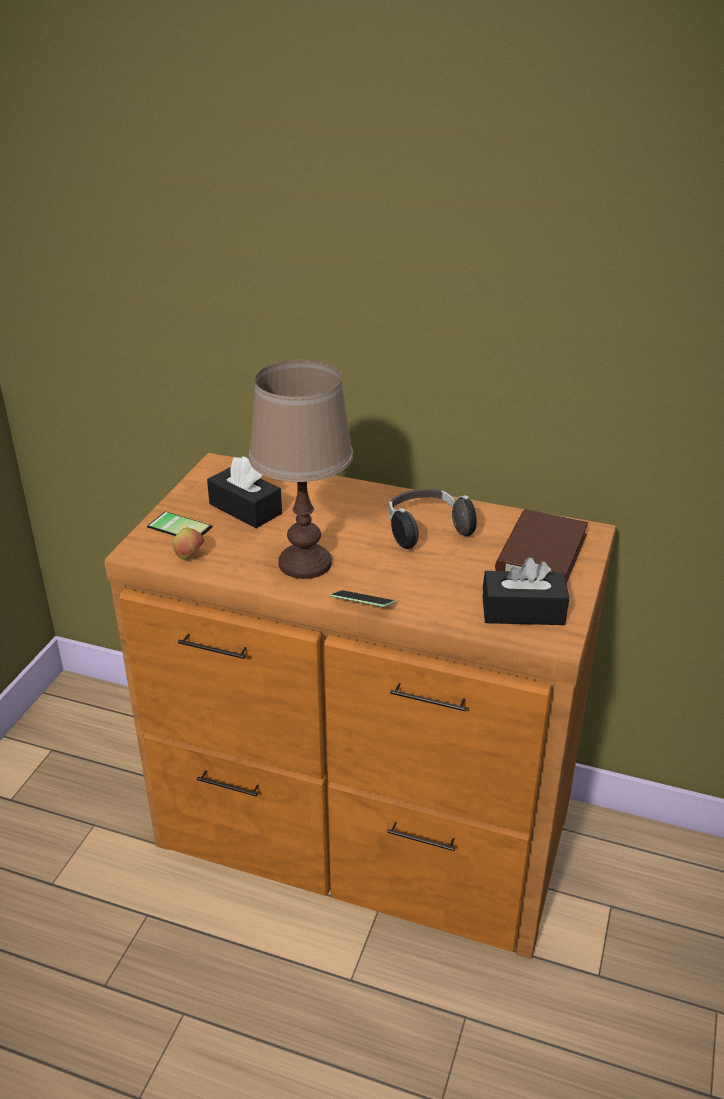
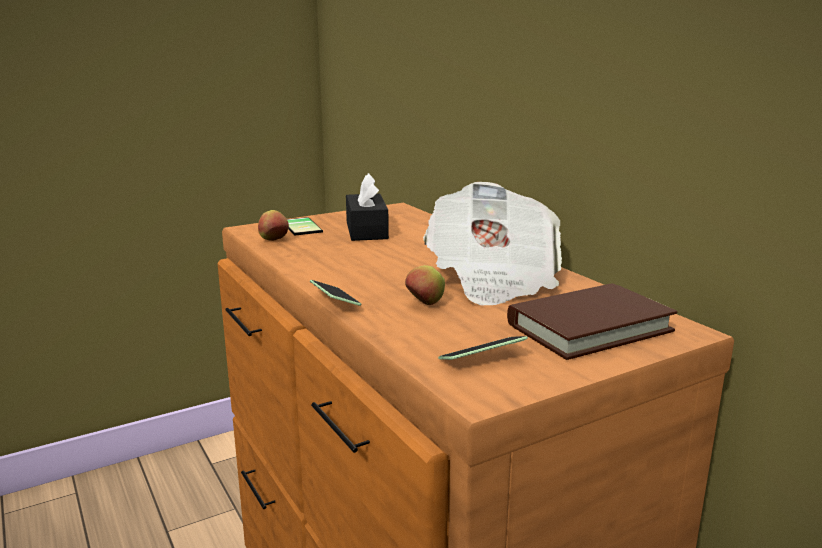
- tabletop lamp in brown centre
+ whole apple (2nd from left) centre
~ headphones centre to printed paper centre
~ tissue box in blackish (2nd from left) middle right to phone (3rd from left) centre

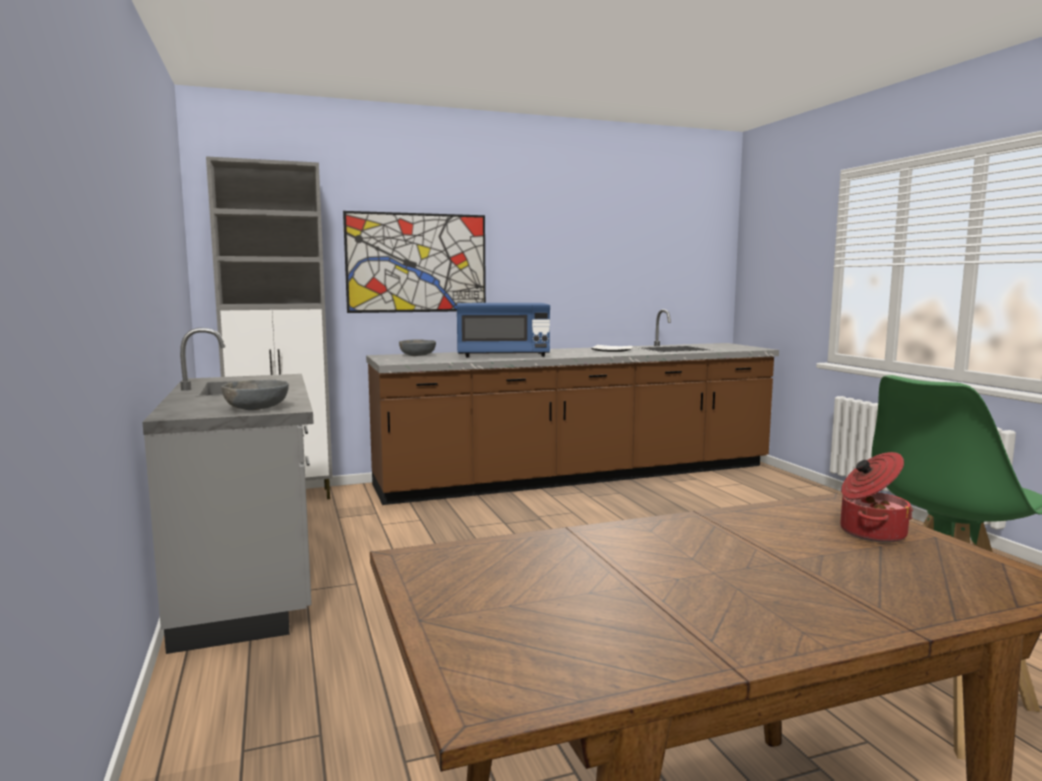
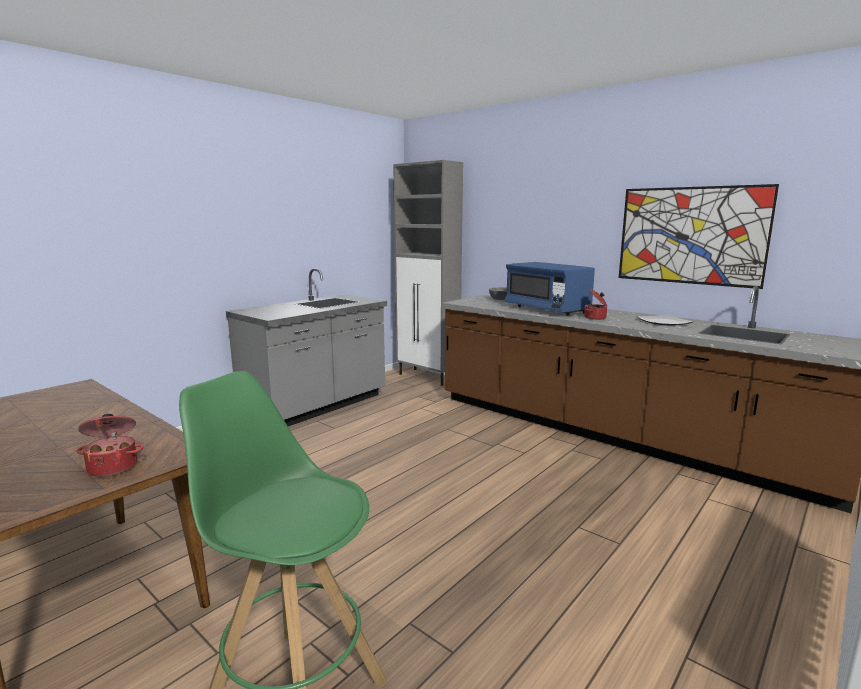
- deep dish in gray (1st from left) middle left
+ saucepot (2nd from left) middle right
~ wall picture centre to middle right

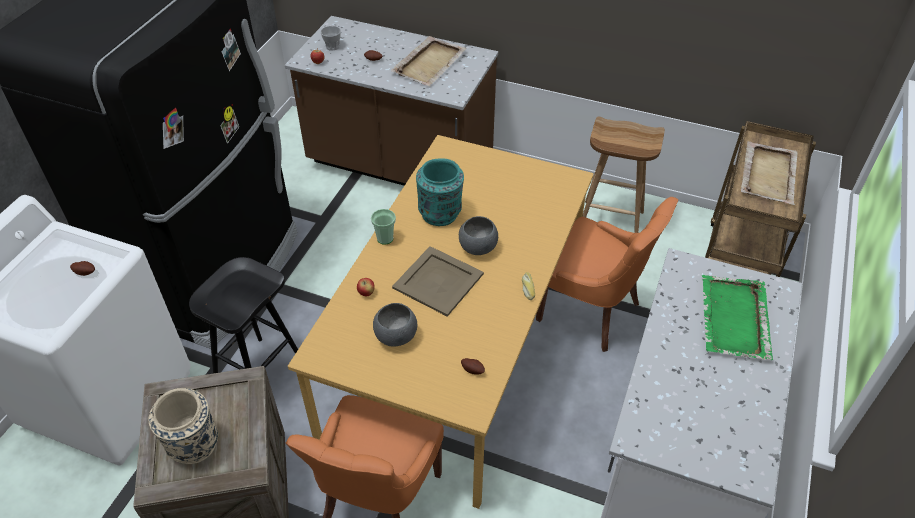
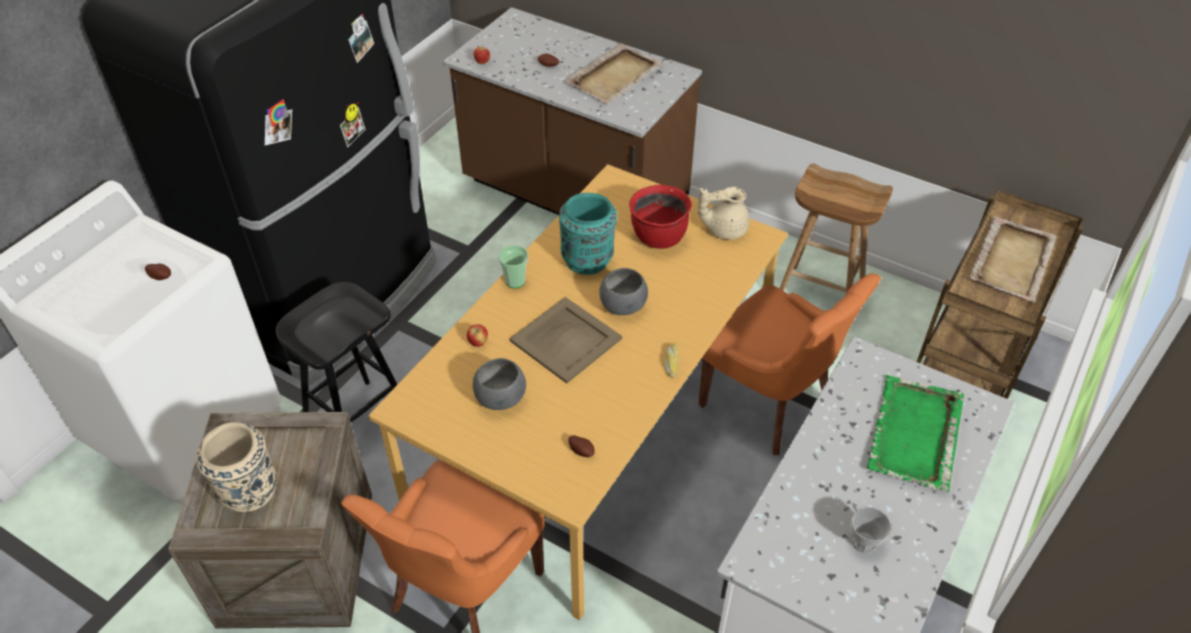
+ saucepot in red centre
+ teapot in sand-coloured centre
~ cup (1st from left in the first image) top centre to cup (2nd from left) bottom right

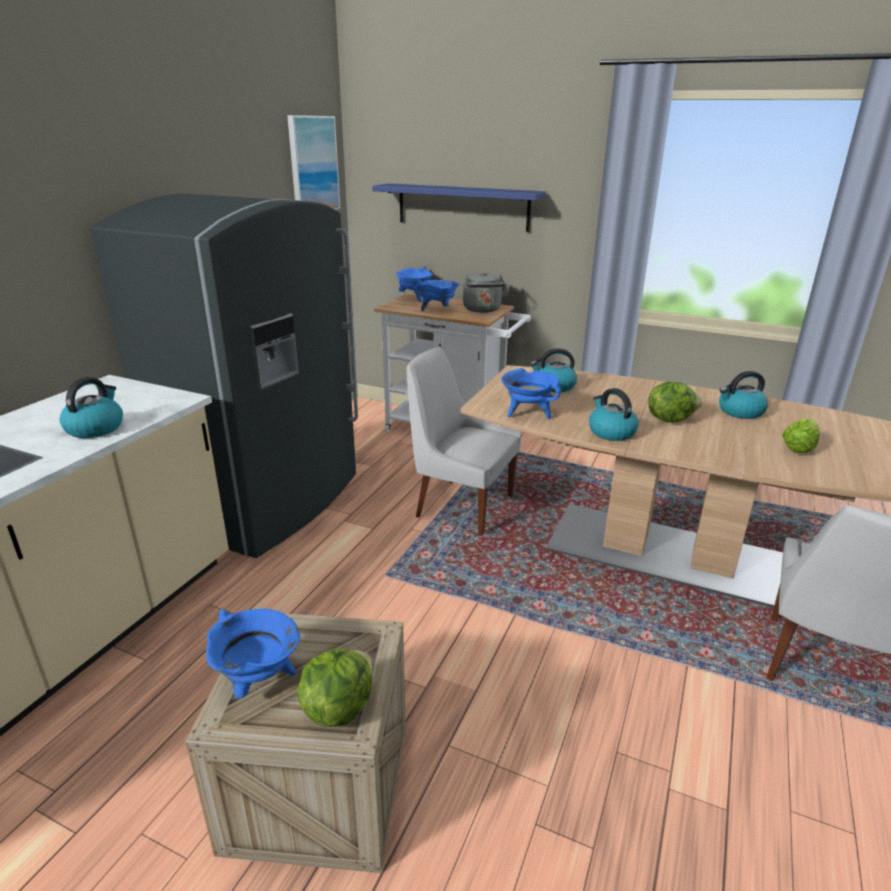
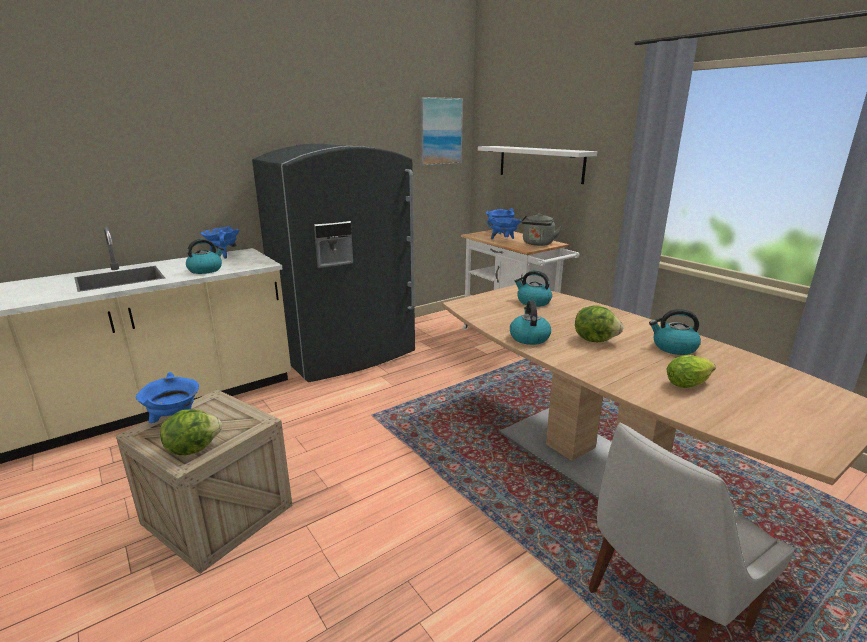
- plain chair in whitish (1st from left) centre
~ saucepot in bluish (4th from left in the first image) centre to saucepot in bluish (2nd from left) middle left
~ shelf in bluish top centre to shelf in whitish top centre

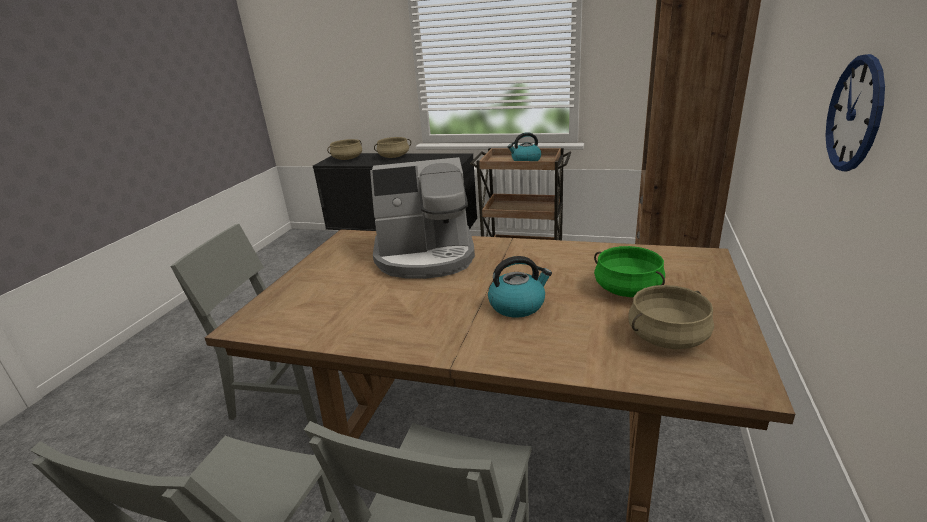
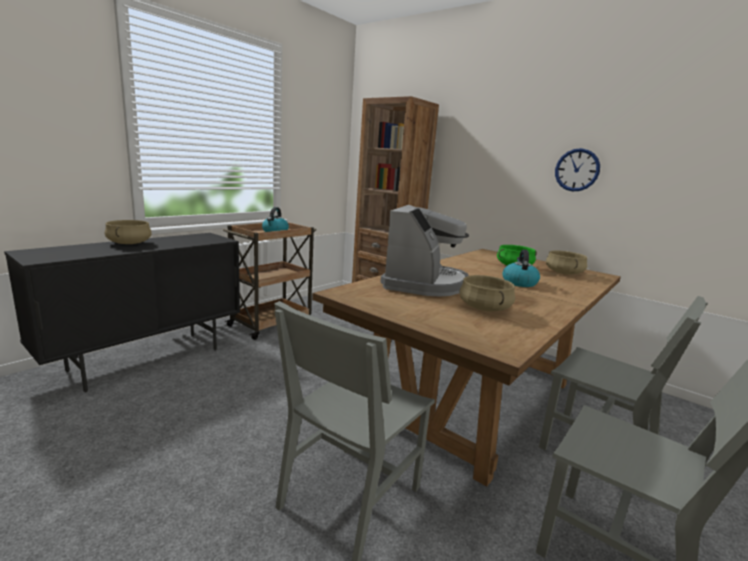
~ saucepot in sand-coloured (1st from left in the first image) top centre to saucepot in sand-coloured (2nd from left) centre

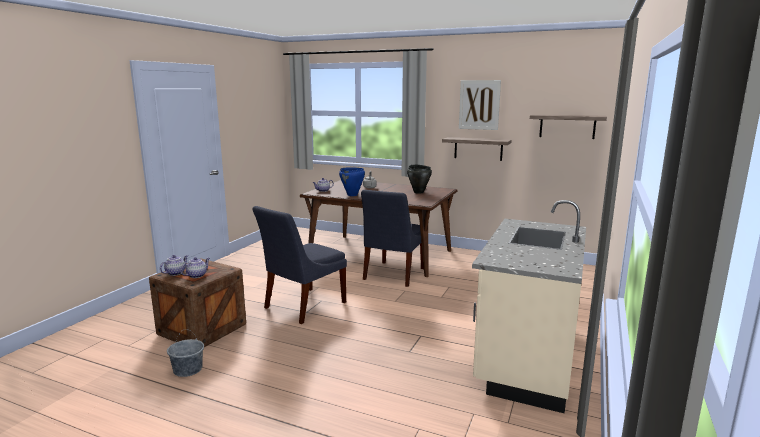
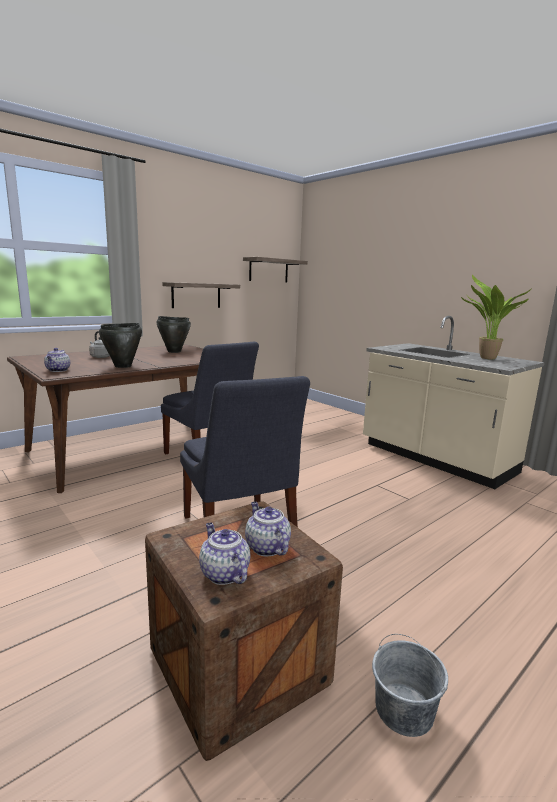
- wall picture top centre
+ houseplant middle right
~ saucepot in bluish centre to saucepot in blackish (1st from left) middle left

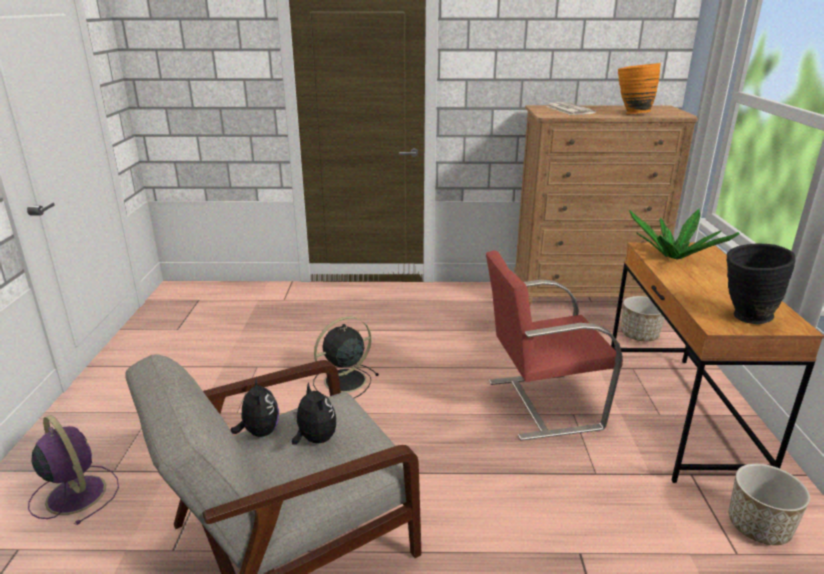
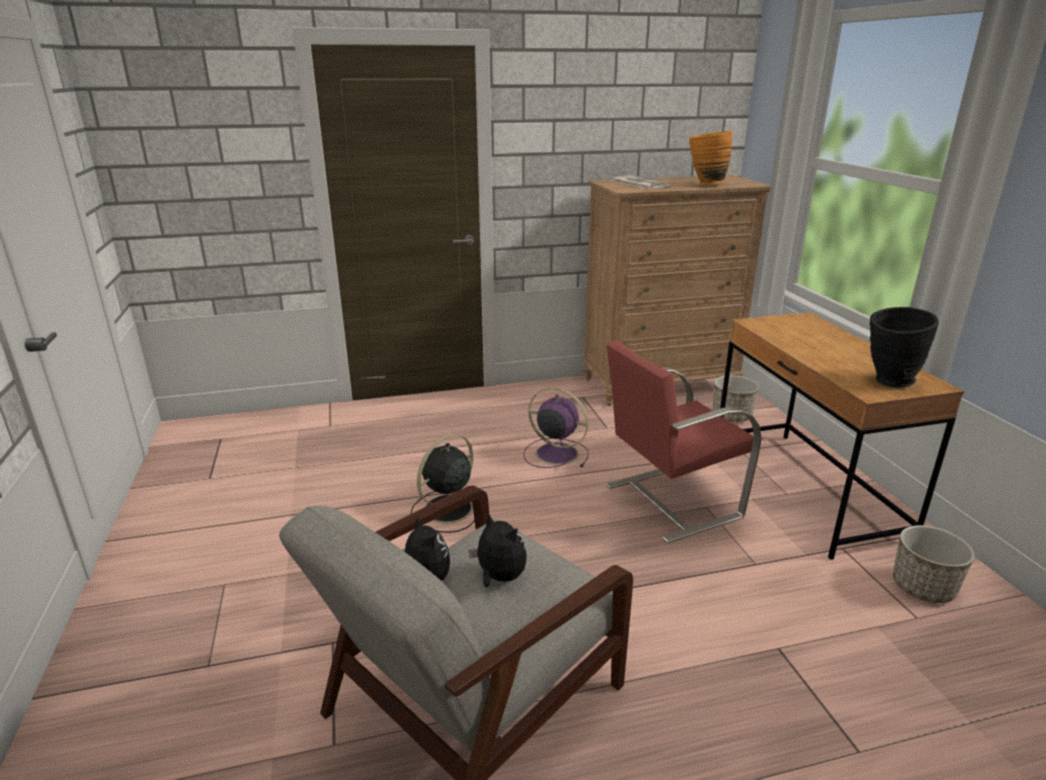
- houseplant middle right
~ cooling fan in purple-coloured bottom left to centre

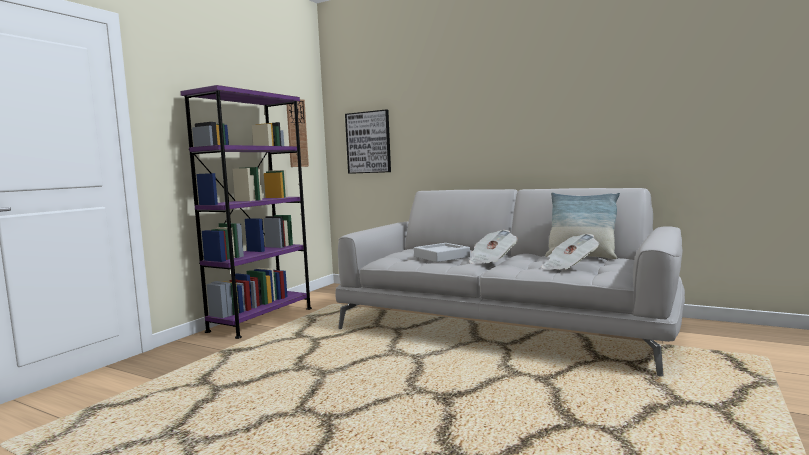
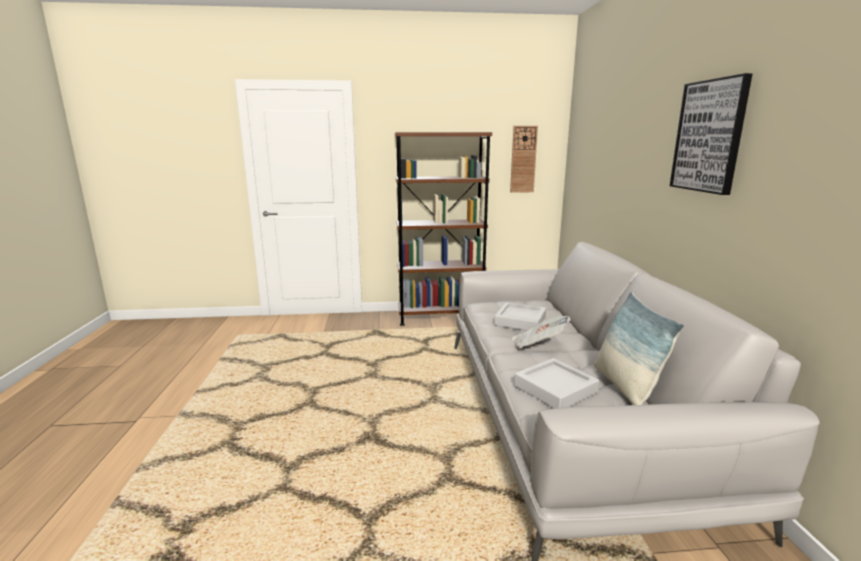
~ wall picture top centre to top right
~ printed paper (2nd from left) middle right to carrying tray in gray (2nd from left) bottom centre
~ bookcase in purple-coloured middle left to bookcase in brown centre

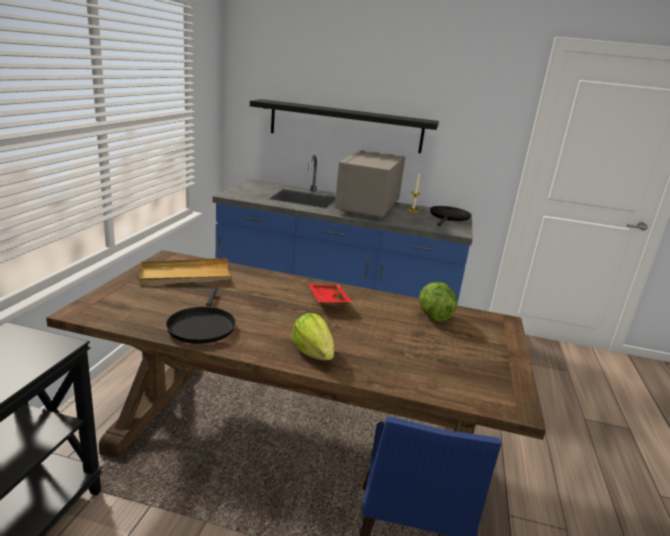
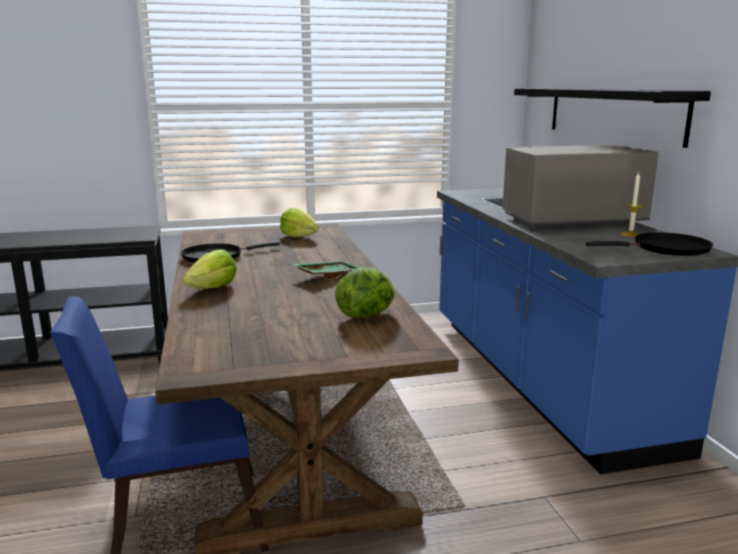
~ carrying tray in sand-coloured middle left to lettuce (2nd from left) centre
~ carrying tray in red centre to carrying tray in green-coloured centre

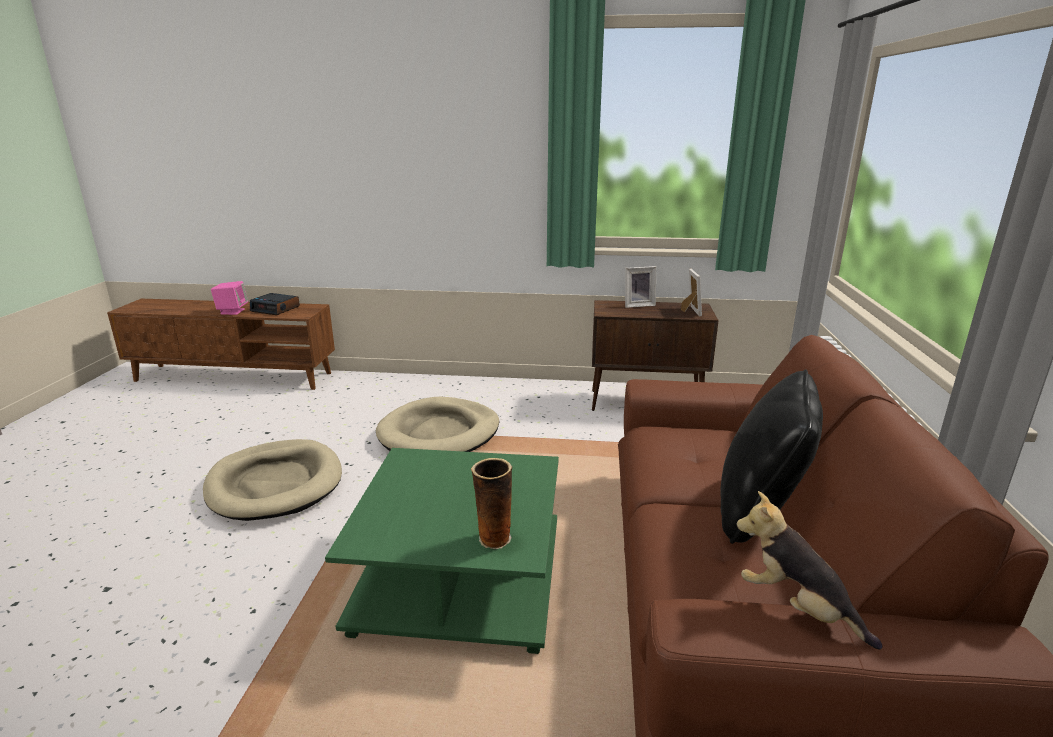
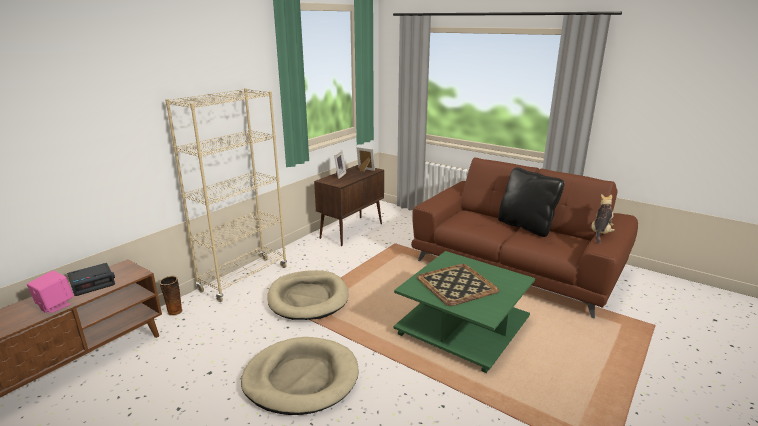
+ bookcase in sand-coloured middle left
+ carrying tray bottom centre
~ decorative vase bottom centre to bottom left
~ plush toy bottom right = middle right 135 degrees clockwise

